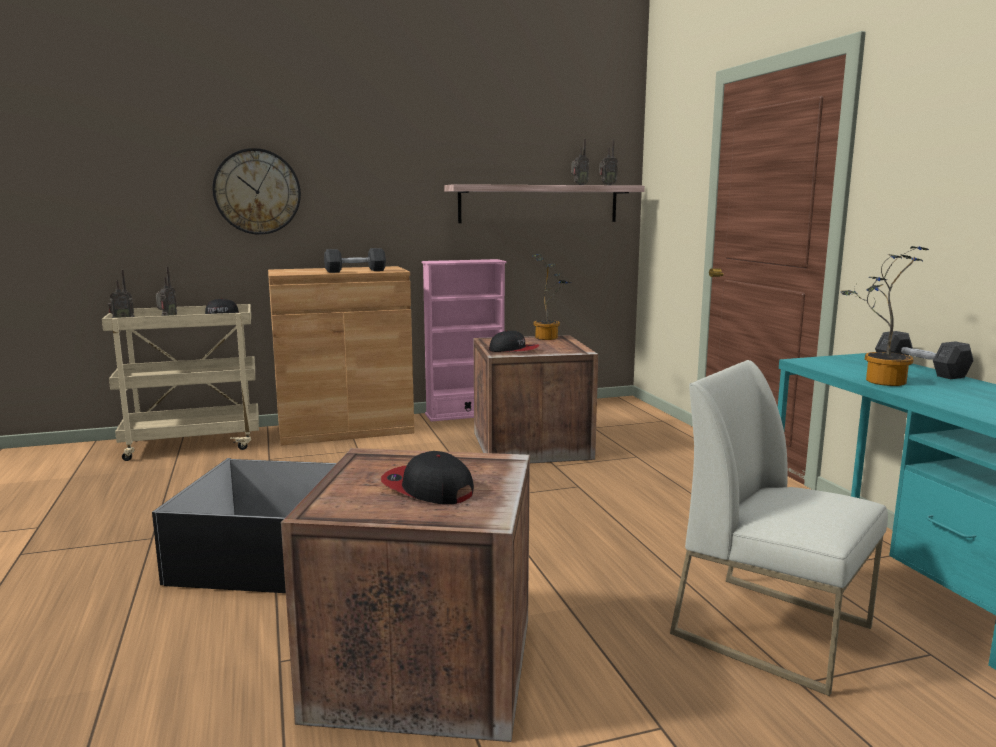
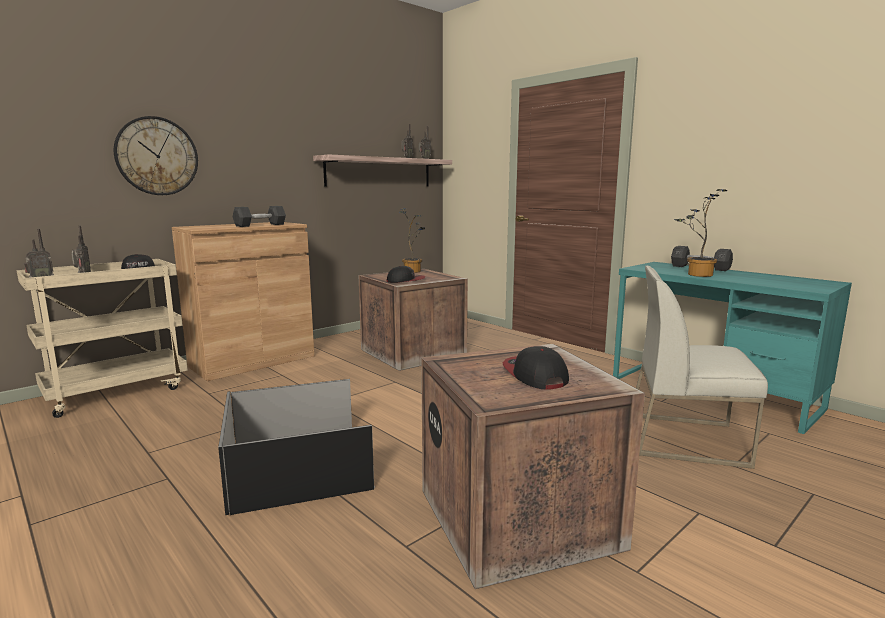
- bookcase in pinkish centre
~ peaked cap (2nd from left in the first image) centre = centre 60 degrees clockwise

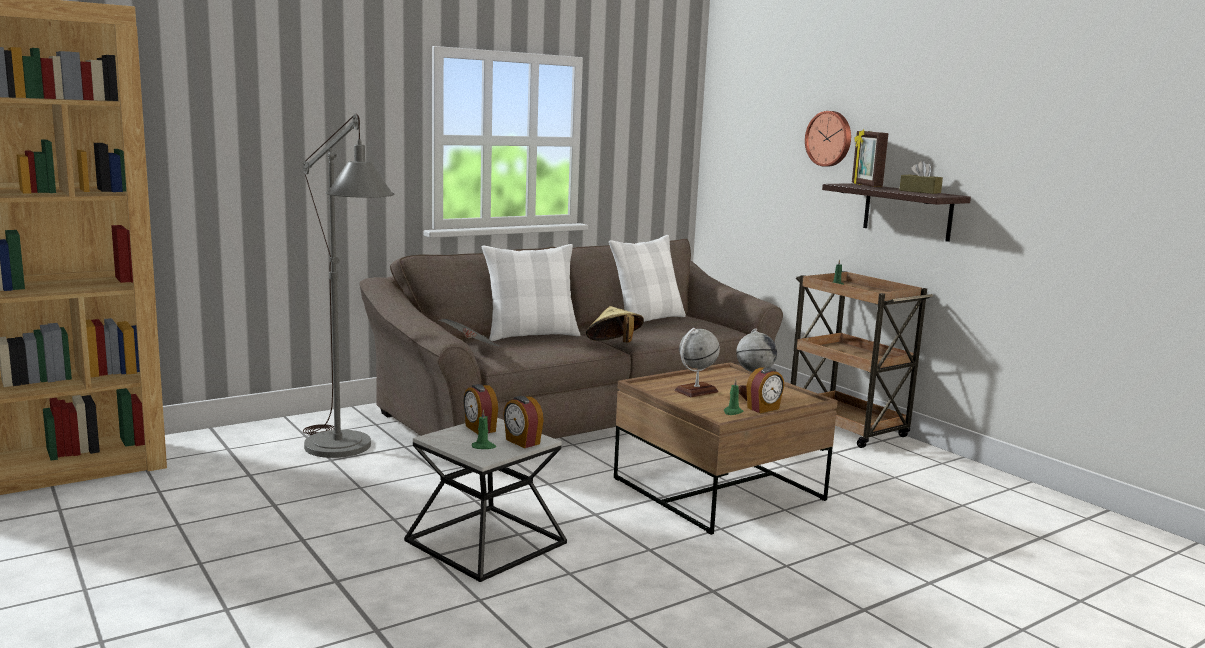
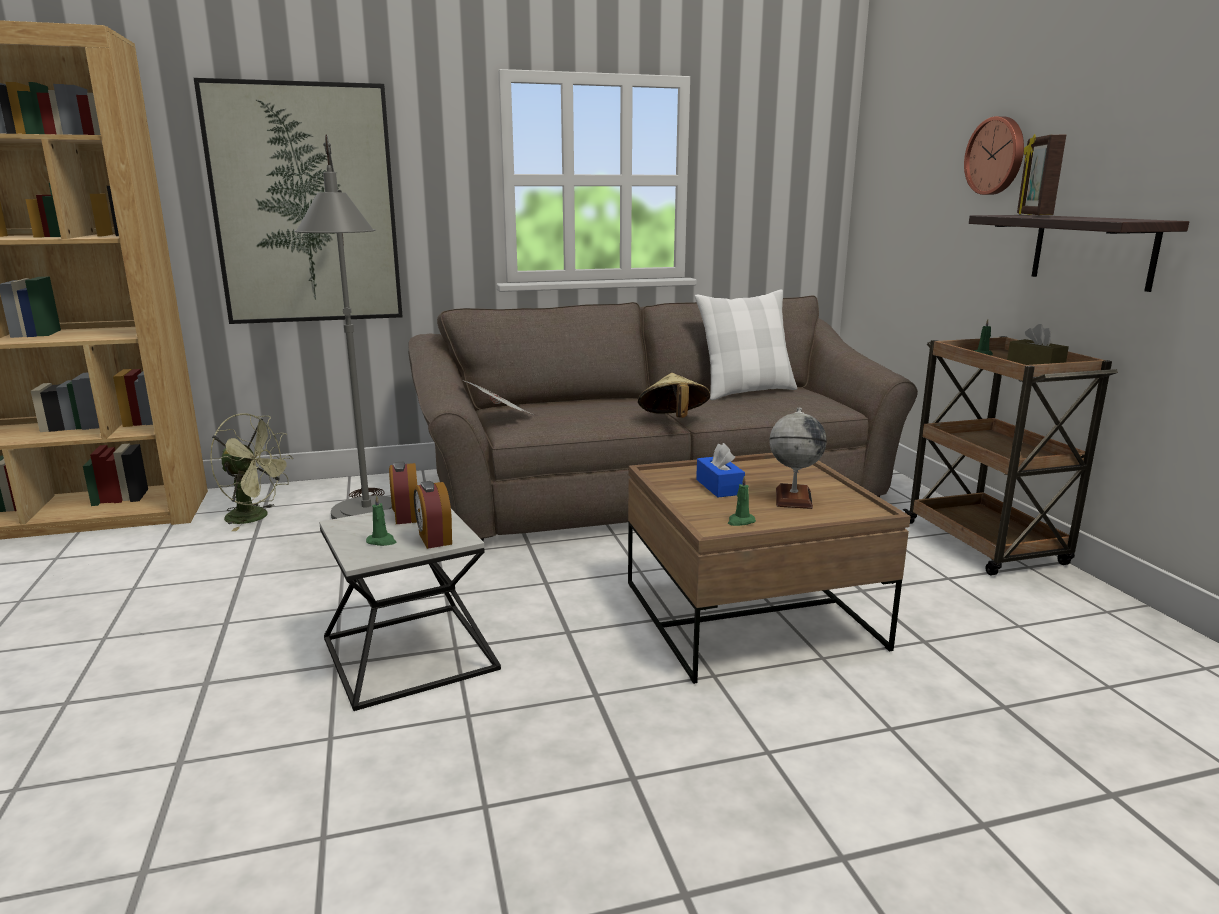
- cushion in whitish (1st from left) centre
- alarm clock (3rd from left) centre
+ wall picture top left
+ cooling fan in green-coloured middle left
~ tissue box in brown top right to middle right
~ desk globe (1st from left) centre to tissue box in bluish centre

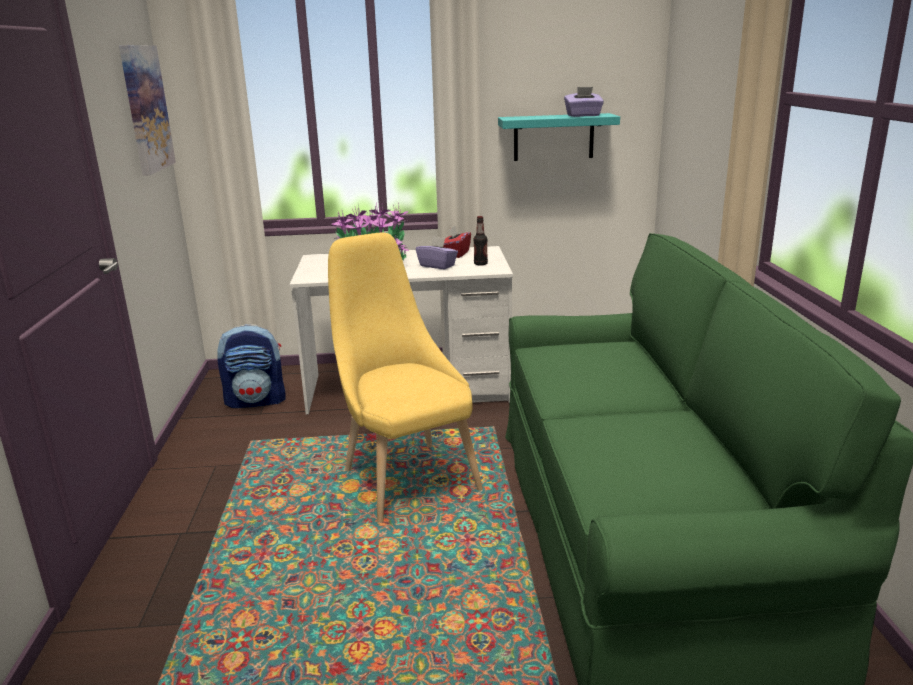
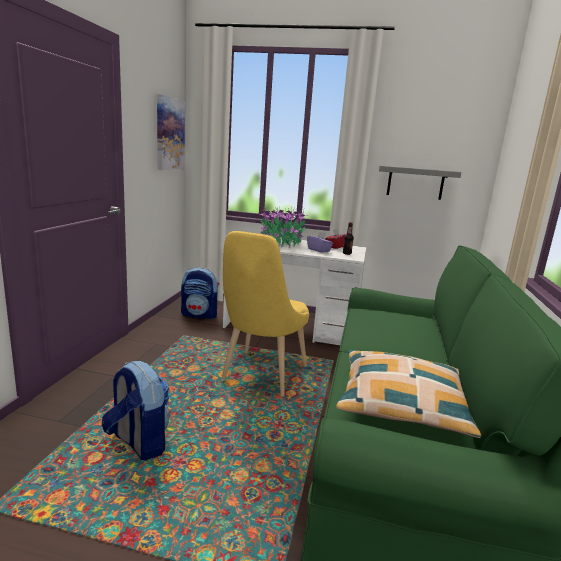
- tissue box in purple-coloured (2nd from left) top centre
+ rucksack (1st from left) bottom left
+ cushion bottom right
~ shelf in blue-green top centre to shelf in gray top right
~ plain chair in yellow centre = centre 150 degrees counterclockwise

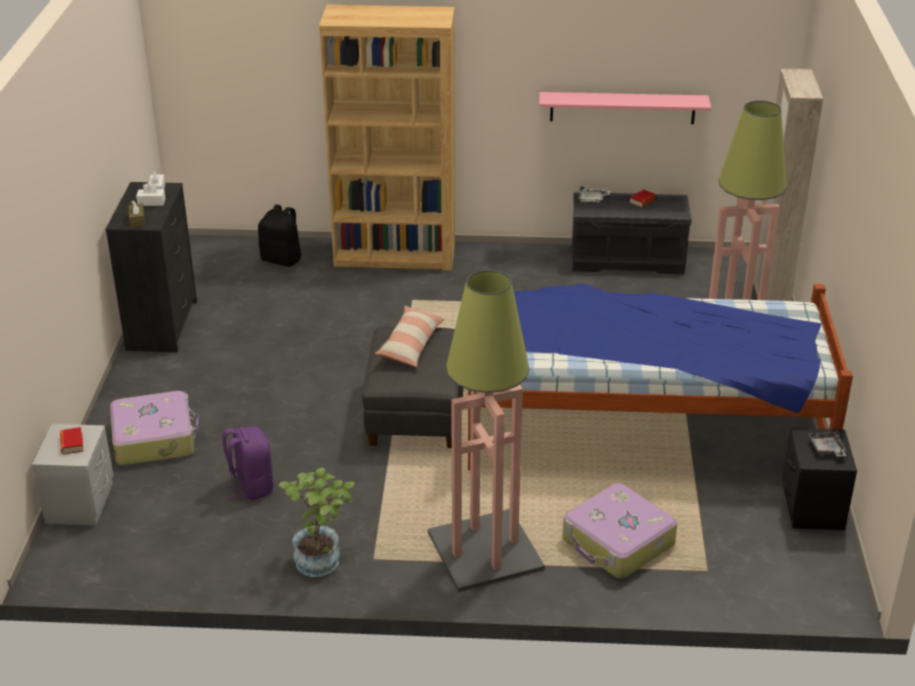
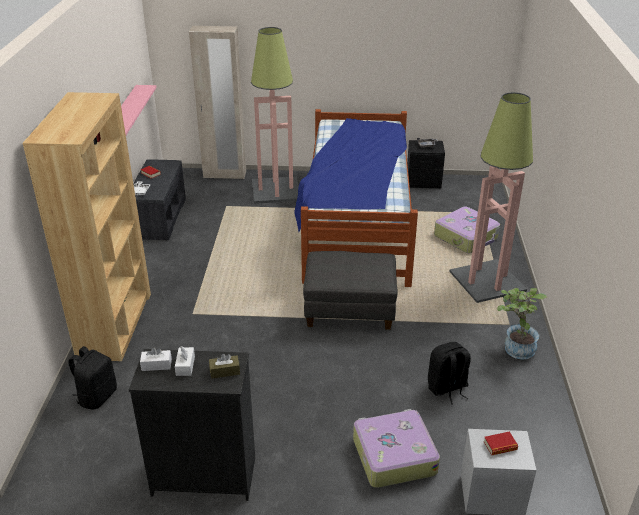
- cushion centre
~ rucksack in purple-coloured bottom left to rucksack in blackish (2nd from left) bottom right

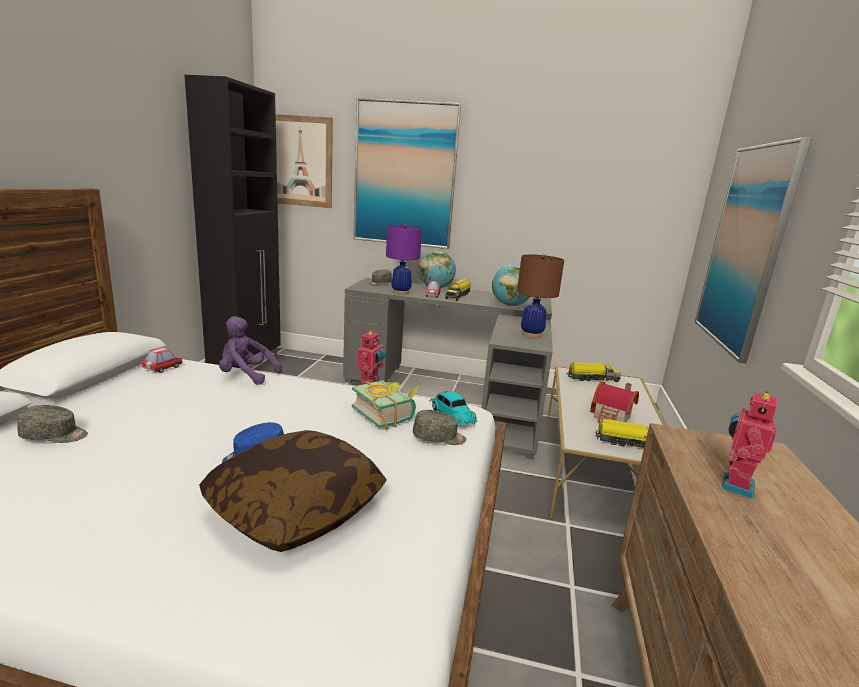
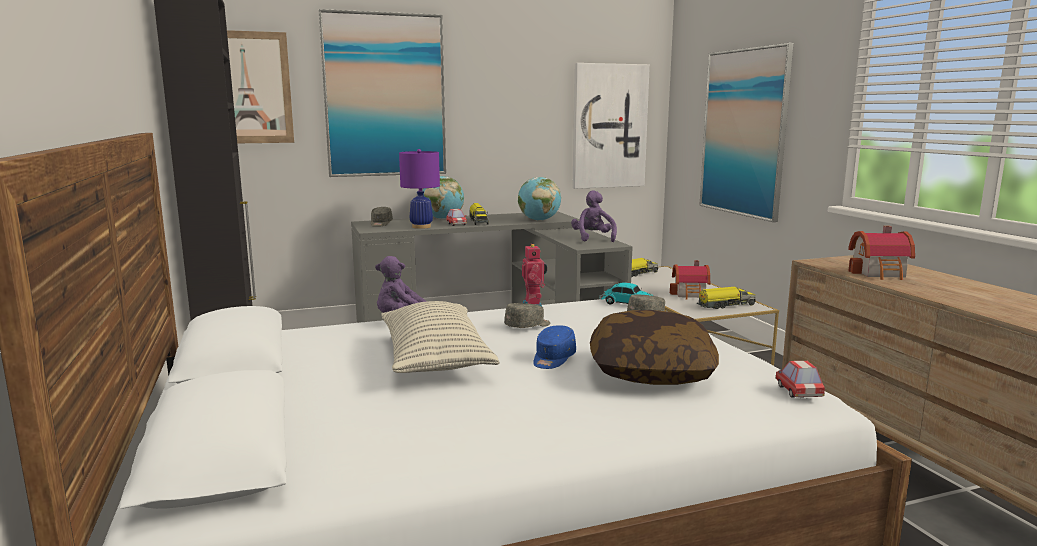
- bound book centre
+ cushion (1st from left) centre
+ wall picture (3rd from left) top centre
~ peaked cap in gray (1st from left in the first image) middle left to peaked cap in gray (2nd from left) centre
~ miniature car (1st from left in the first image) middle left to miniature car (3rd from left) bottom right
~ tabletop lamp in brown centre to plush toy in purple-coloured (2nd from left) centre
~ model robot (2nd from left) middle right to model house (2nd from left) middle right

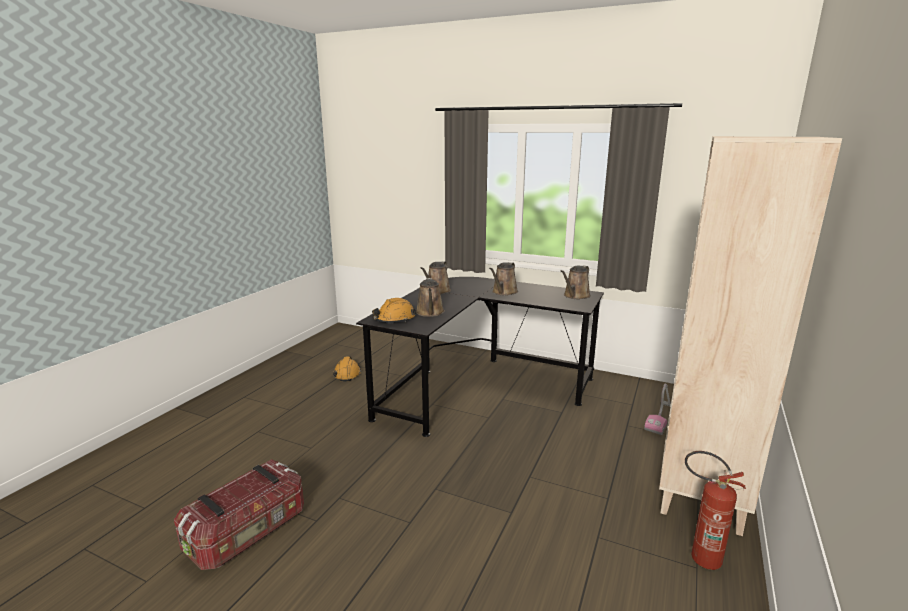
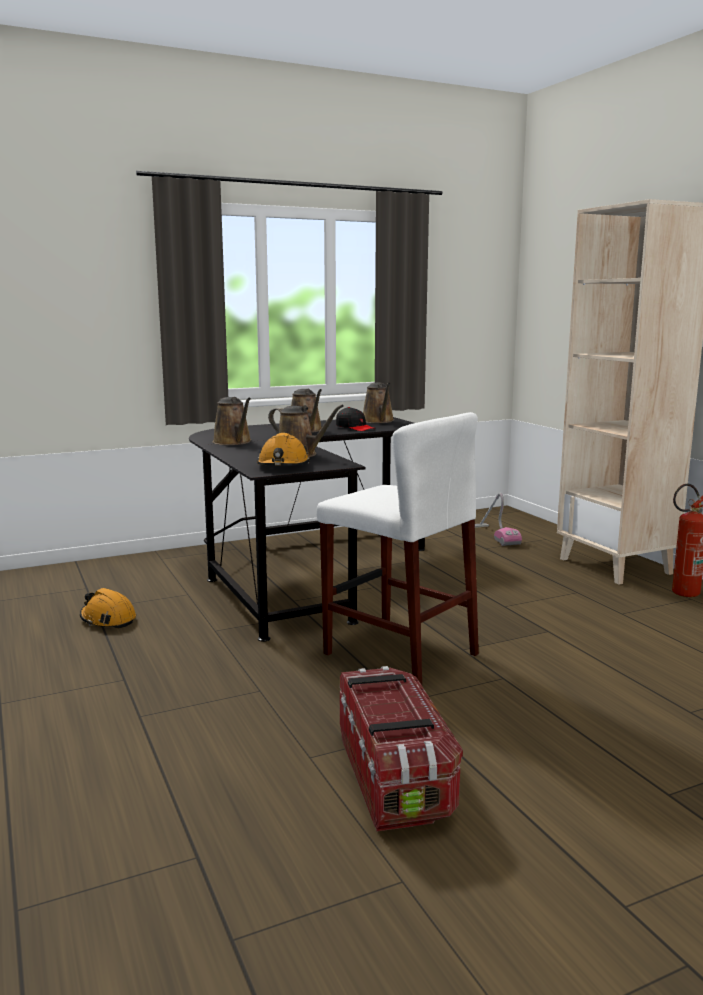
+ stool seat in whitish centre
+ peaked cap in blackish centre

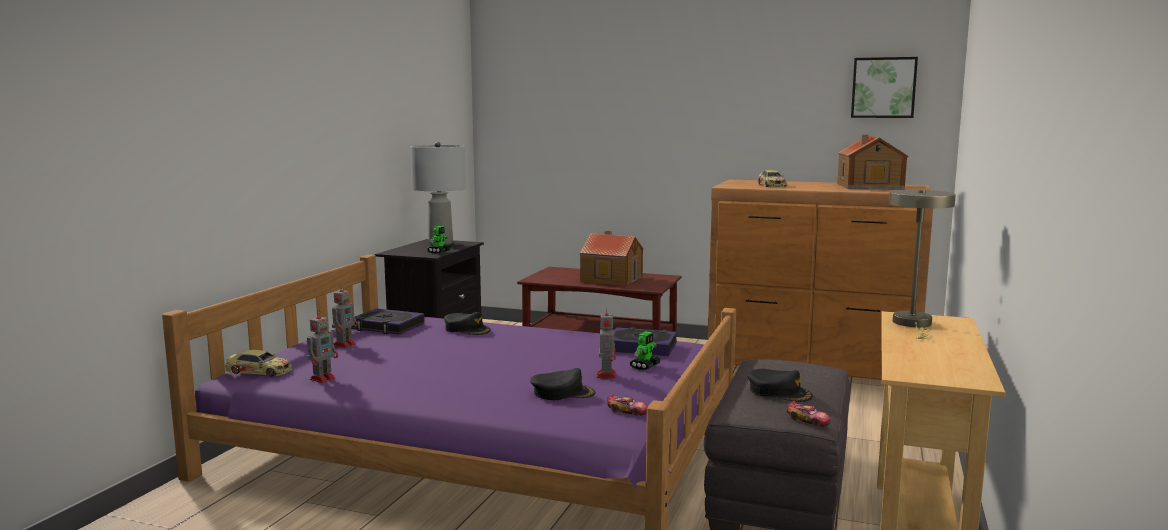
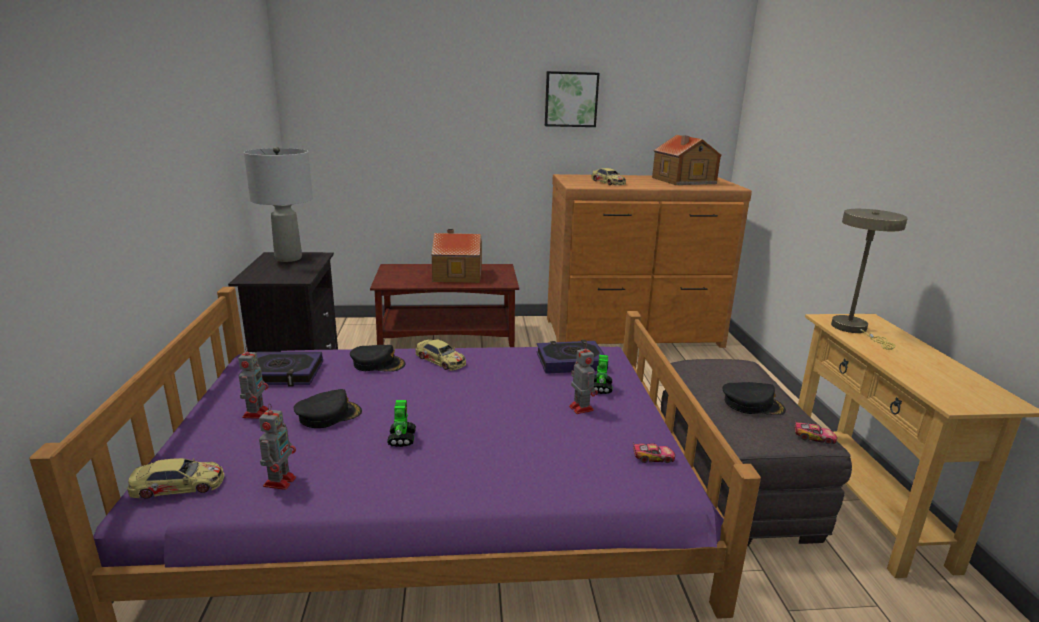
+ miniature car (2nd from left) centre
~ model robot (3rd from left) centre to bottom centre
~ peaked cap in blackish (2nd from left in the first image) bottom centre to peaked cap in blackish (1st from left) middle left
~ wall picture top right to top centre

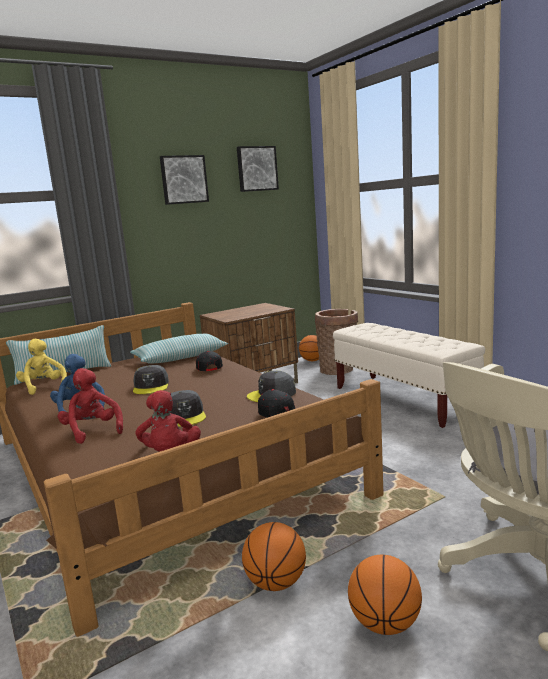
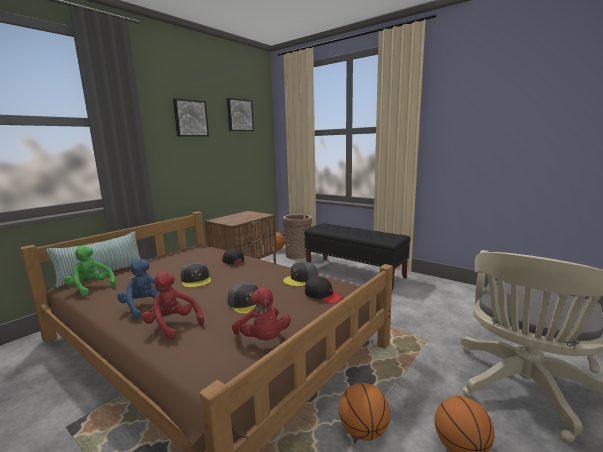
- cushion (2nd from left) middle left
~ plush toy in yellow middle left to plush toy in green-coloured middle left
~ indoor bench in sand-coloured middle right to indoor bench in blackish centre

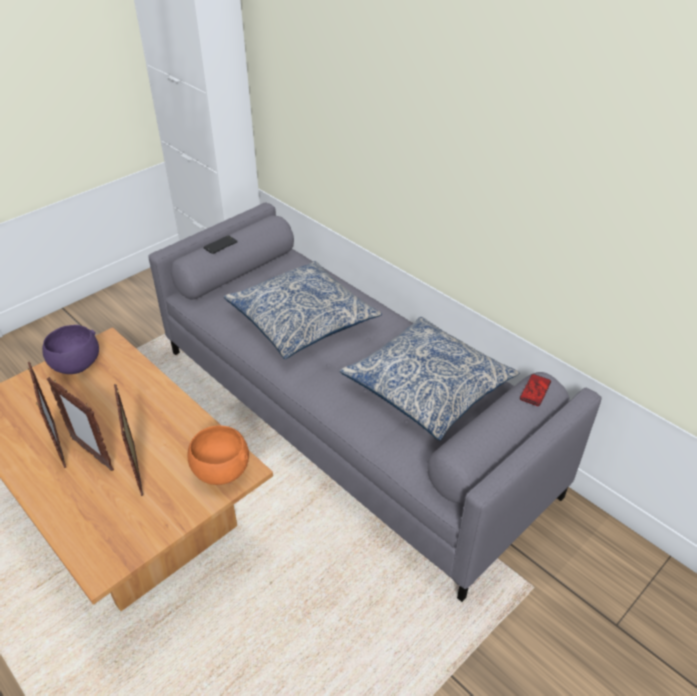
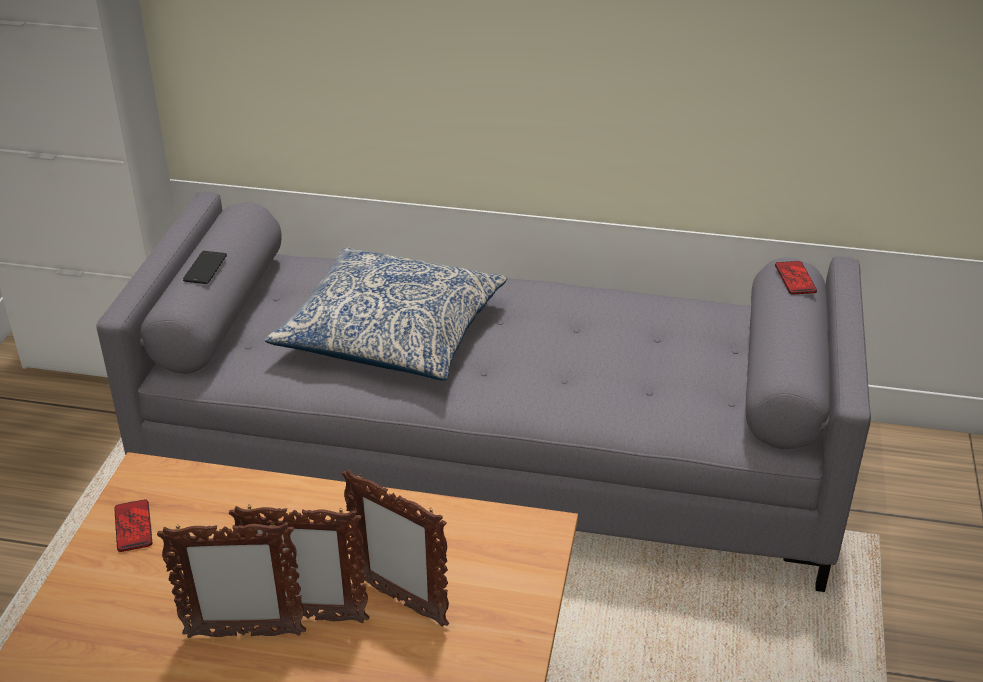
- deep dish in orange-coloured middle left
- cushion (2nd from left) centre
~ deep dish in purple-coloured middle left to phone (1st from left) bottom left
~ photo frame (1st from left) middle left = bottom left 150 degrees clockwise

